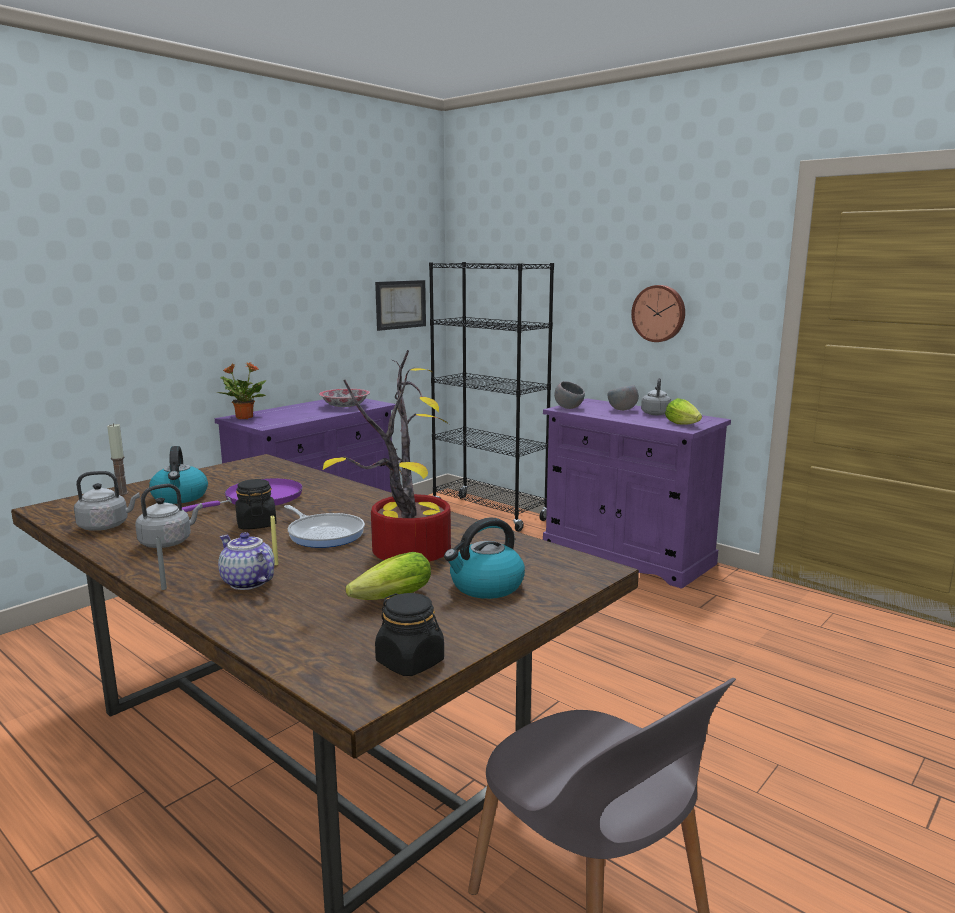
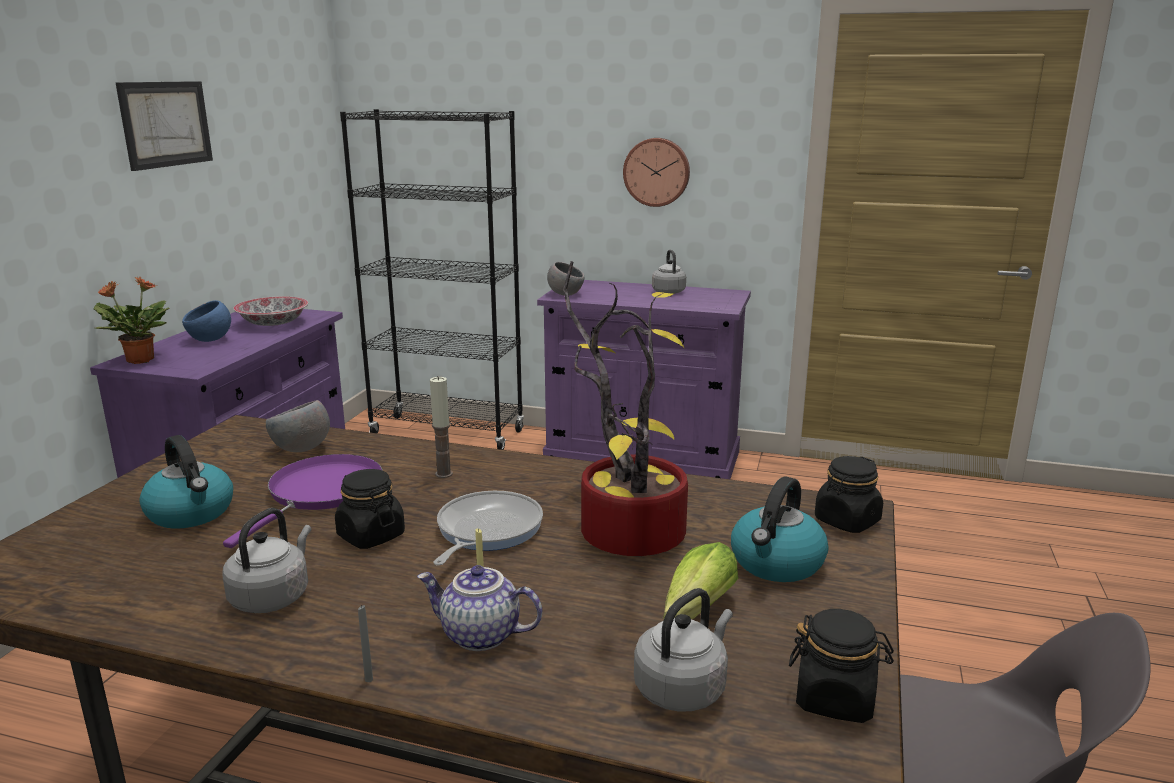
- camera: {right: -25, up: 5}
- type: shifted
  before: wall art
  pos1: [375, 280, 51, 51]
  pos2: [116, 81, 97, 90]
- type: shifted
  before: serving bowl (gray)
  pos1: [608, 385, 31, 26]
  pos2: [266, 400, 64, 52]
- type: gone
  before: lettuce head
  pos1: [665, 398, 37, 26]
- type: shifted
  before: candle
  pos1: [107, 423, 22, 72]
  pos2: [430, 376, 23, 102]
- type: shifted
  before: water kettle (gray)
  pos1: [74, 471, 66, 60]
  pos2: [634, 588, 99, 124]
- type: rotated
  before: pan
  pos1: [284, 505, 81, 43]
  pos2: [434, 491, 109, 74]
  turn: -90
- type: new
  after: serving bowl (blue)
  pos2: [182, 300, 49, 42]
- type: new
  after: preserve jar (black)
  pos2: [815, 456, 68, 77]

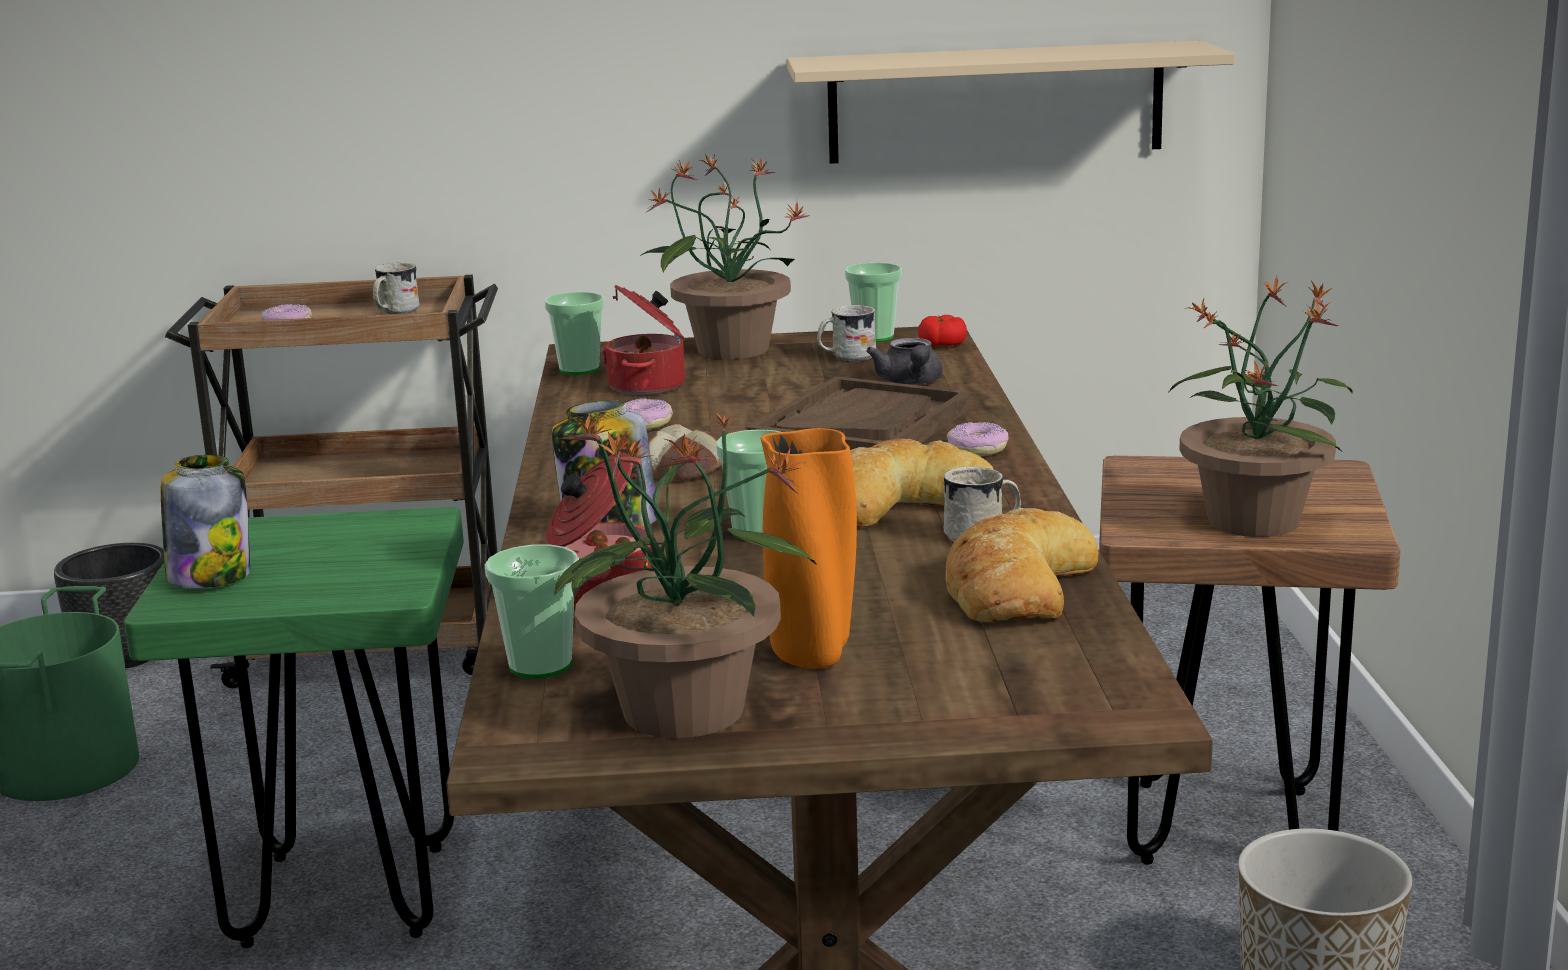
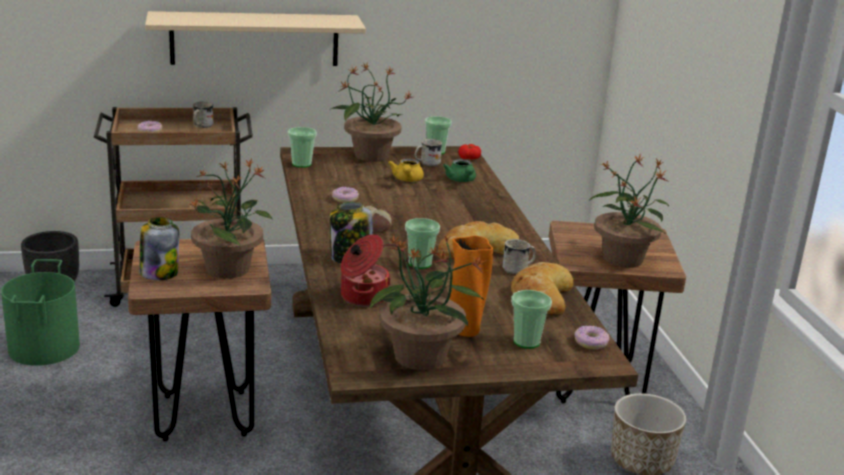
- camera: {right: -10, up: 5}
- type: shifted
  before: shelf (beige)
  pos1: [787, 41, 448, 123]
  pos2: [145, 11, 221, 55]
- type: gone
  before: saucepot
  pos1: [602, 285, 83, 110]
- type: repainted
  before: tea pot (gray)
  after: tea pot (greenish)
  pos1: [866, 338, 76, 47]
  pos2: [443, 159, 33, 23]
- type: gone
  before: tray (brown)
  pos1: [747, 376, 223, 74]
- type: shifted
  before: ring doughnut
  pos1: [947, 422, 62, 34]
  pos2: [574, 326, 35, 24]
- type: repainted
  before: sitting stool (greenish)
  after: sitting stool (brown)
  pos1: [124, 507, 340, 441]
  pos2: [128, 239, 143, 202]
- type: shifted
  before: small cup
  pos1: [485, 545, 94, 134]
  pos2: [511, 290, 41, 59]
- type: new
  after: tea pot (yellow-coloured)
  pos2: [388, 158, 36, 24]
- type: new
  after: houseplant
  pos2: [188, 159, 85, 119]

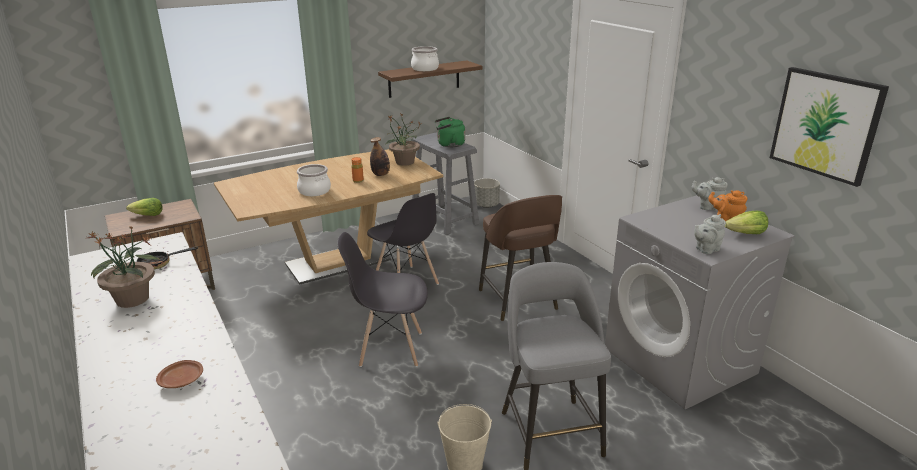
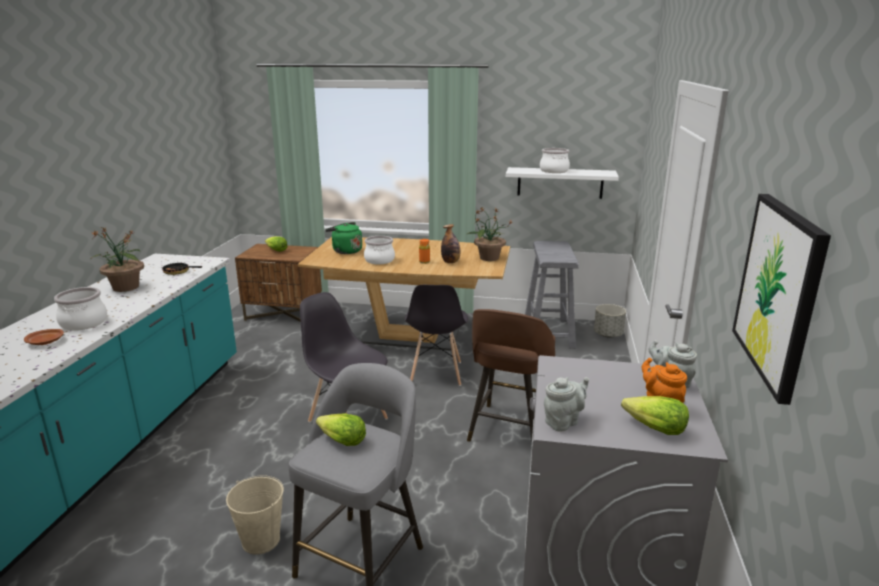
- camera: {right: 40, up: -5}
- type: repainted
  before: shelf (brown)
  after: shelf (whitish)
  pos1: [378, 60, 104, 38]
  pos2: [506, 167, 113, 32]
- type: shifted
  before: water kettle (greenish)
  pos1: [435, 117, 30, 30]
  pos2: [325, 222, 37, 32]
- type: rotated
  before: tea pot (gray)
  pos1: [694, 214, 32, 40]
  pos2: [544, 377, 45, 54]
  turn: 135
- type: new
  after: saucepot
  pos2: [54, 287, 53, 44]
- type: new
  after: lettuce head
  pos2: [316, 413, 50, 33]

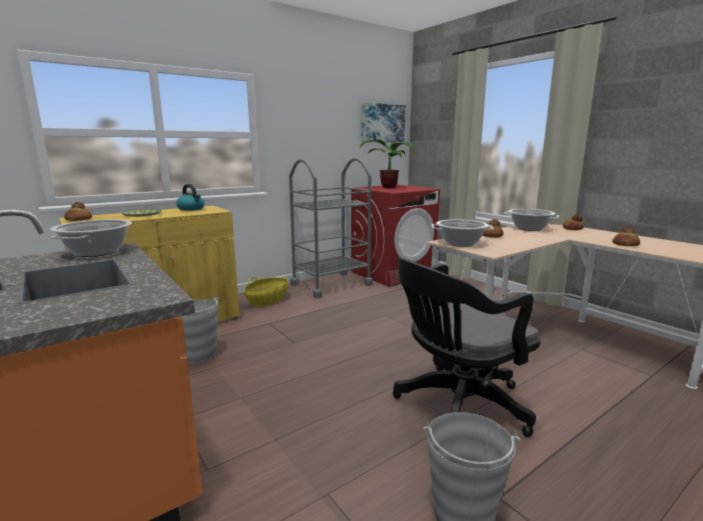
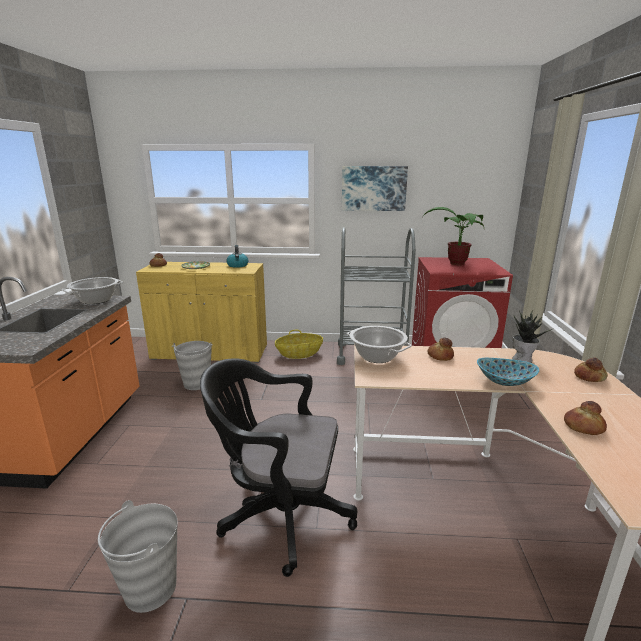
- camera: {right: 40, up: 5}
- type: shifted
  before: wall art
  pos1: [361, 102, 45, 41]
  pos2: [342, 166, 66, 45]
- type: swapped
  before: saucepot
  after: houseplant
  pos1: [504, 209, 55, 22]
  pos2: [512, 311, 40, 52]
- type: new
  after: serving bowl
  pos2: [477, 358, 62, 28]

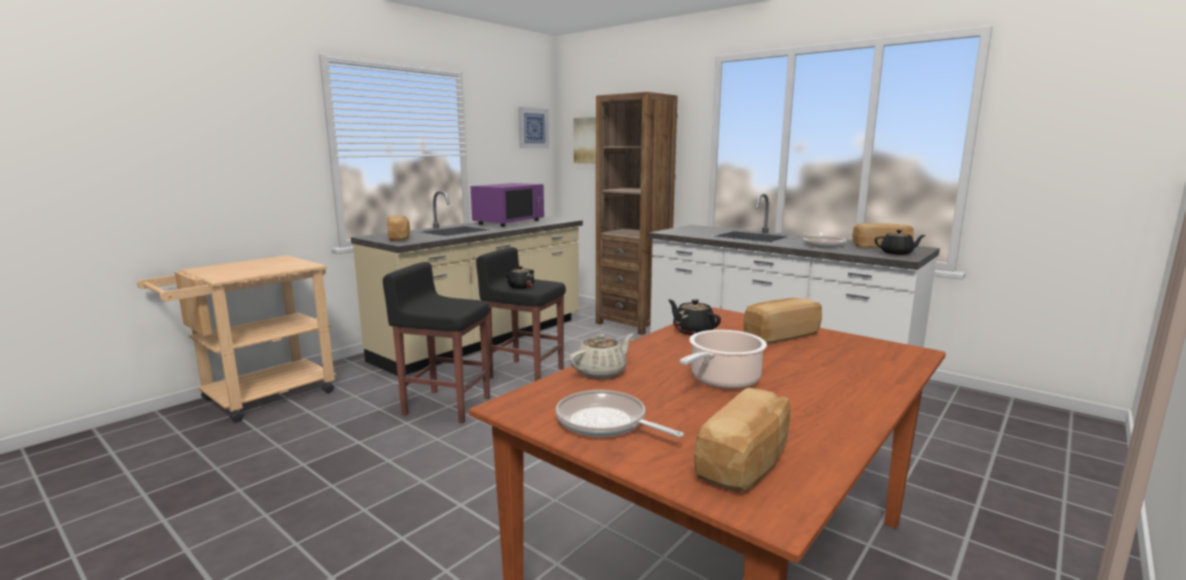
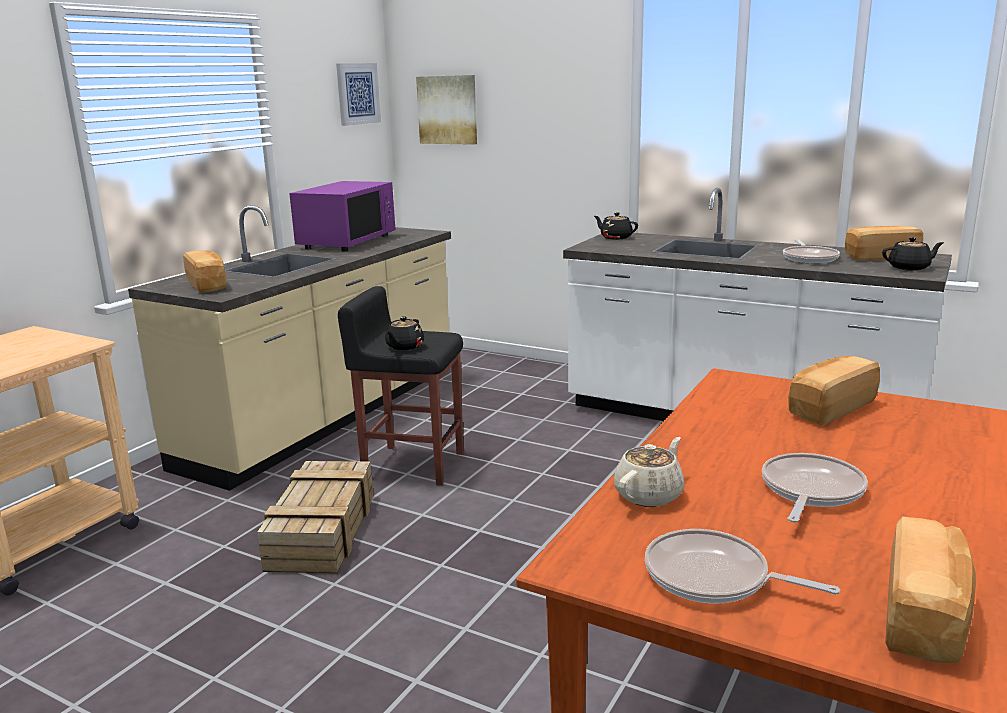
- camera: {right: -10, up: 5}
- type: gone
  before: bookcase (brown)
  pos1: [596, 92, 82, 243]
- type: swapped
  before: sitting stool (black)
  after: shipping crate
  pos1: [383, 262, 107, 161]
  pos2: [257, 461, 116, 113]
- type: shifted
  before: tea pot (black)
  pos1: [668, 299, 53, 36]
  pos2: [594, 213, 44, 26]
- type: swapped
  before: saucepot
  after: pan
  pos1: [680, 330, 87, 59]
  pos2: [762, 453, 106, 70]

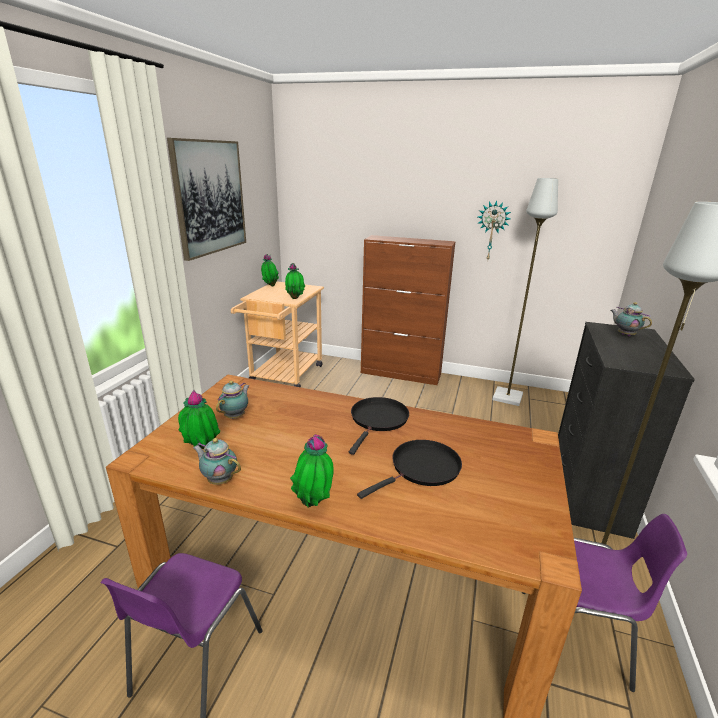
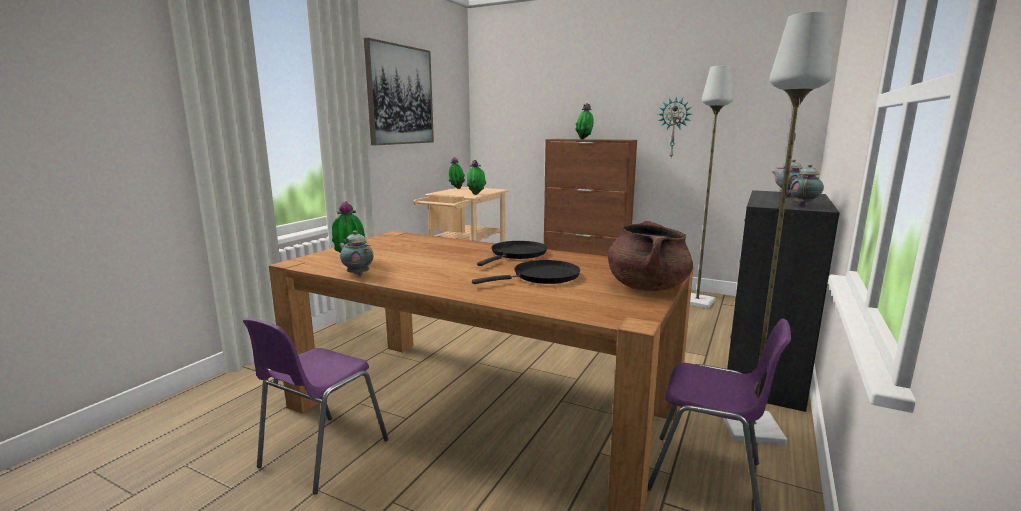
- camera: {right: 10, up: -10}
- type: shifted
  before: tea pot
  pos1: [216, 381, 34, 38]
  pos2: [790, 164, 34, 42]
- type: shifted
  before: houseplant
  pos1: [290, 434, 44, 74]
  pos2: [575, 103, 19, 36]
- type: new
  after: saucepot (brown)
  pos2: [608, 221, 85, 70]

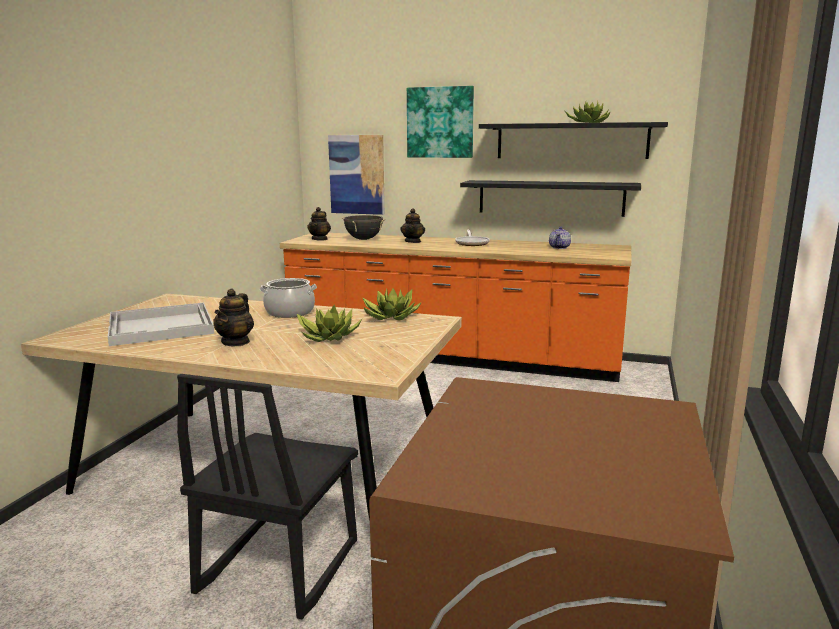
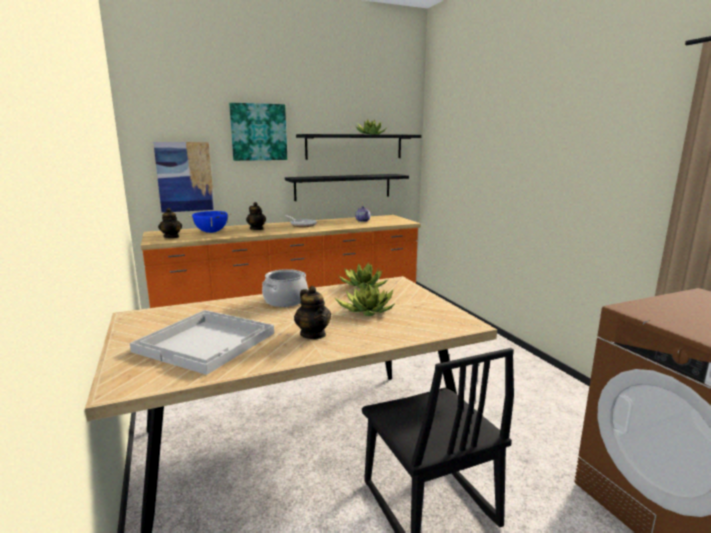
- camera: {right: -40, up: 0}
- type: repainted
  before: saucepot (black)
  after: saucepot (blue)
  pos1: [341, 215, 45, 25]
  pos2: [188, 211, 44, 22]

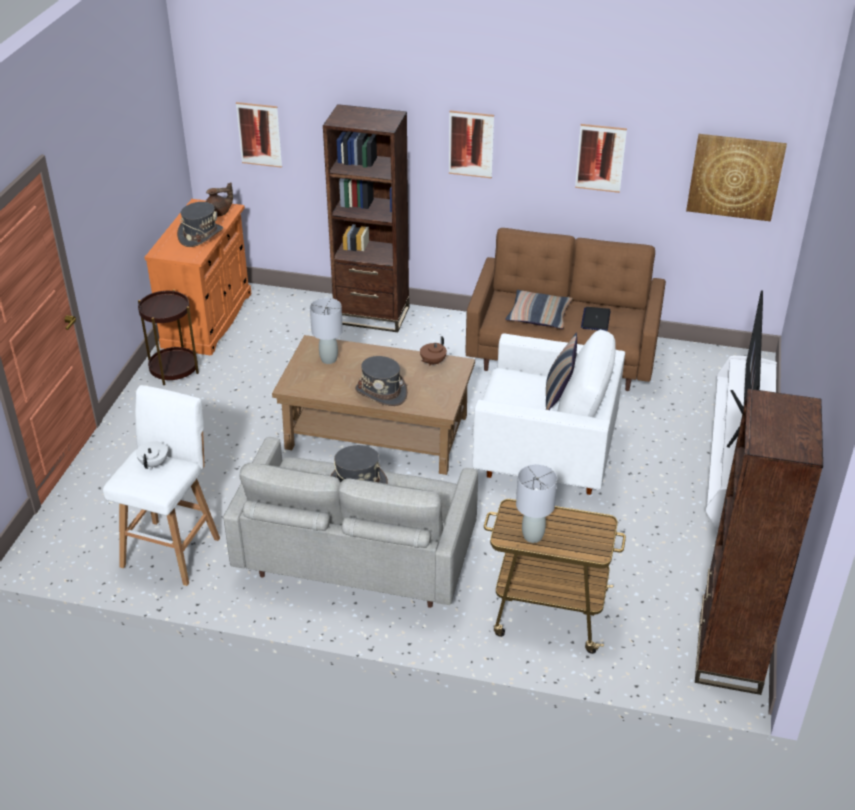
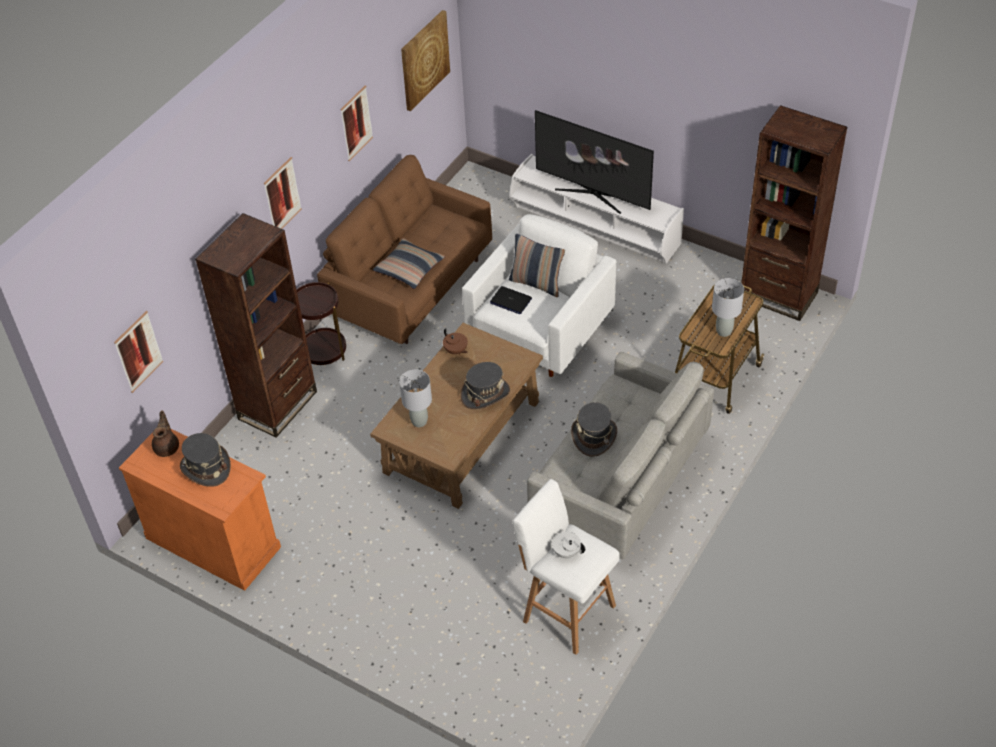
- camera: {right: -70, up: 10}
- type: shifted
  before: side table (brown)
  pos1: [138, 289, 61, 96]
  pos2: [296, 282, 50, 83]
- type: shifted
  before: portable computer
  pos1: [581, 307, 30, 24]
  pos2: [490, 286, 42, 28]

